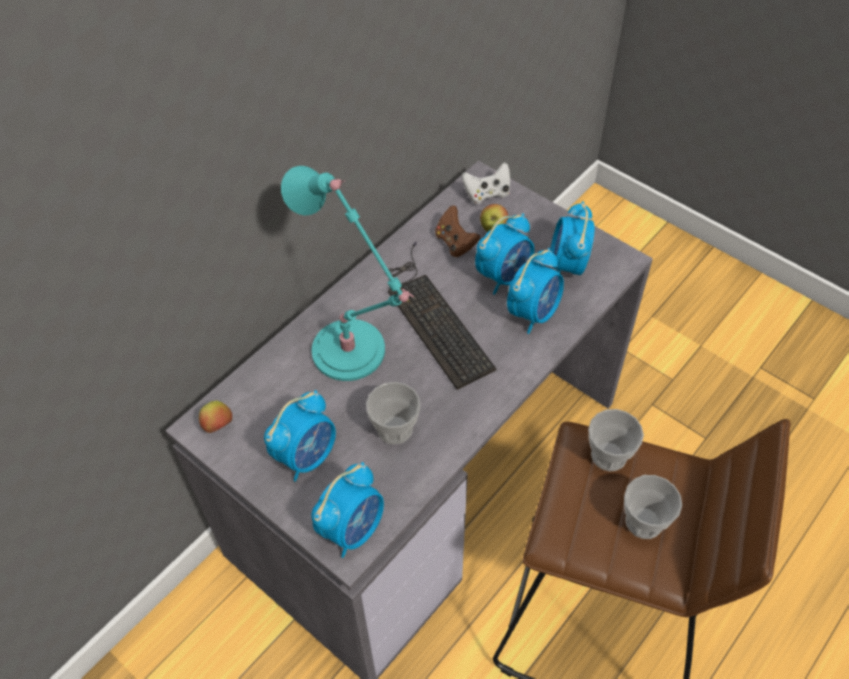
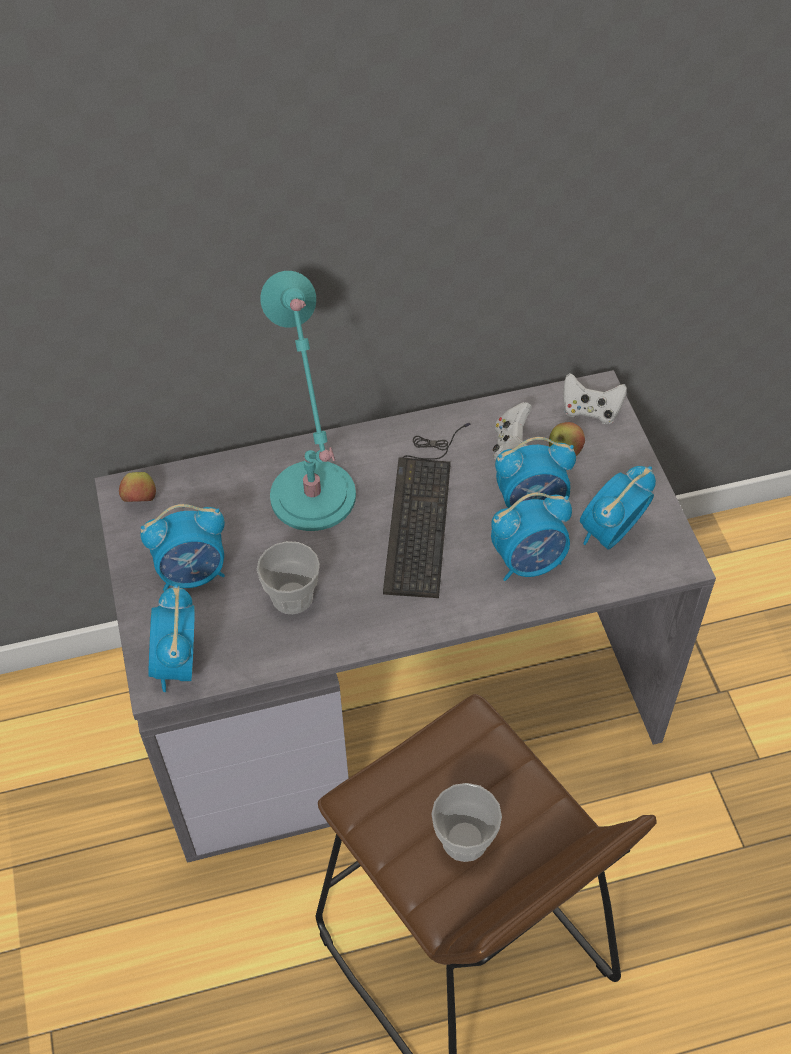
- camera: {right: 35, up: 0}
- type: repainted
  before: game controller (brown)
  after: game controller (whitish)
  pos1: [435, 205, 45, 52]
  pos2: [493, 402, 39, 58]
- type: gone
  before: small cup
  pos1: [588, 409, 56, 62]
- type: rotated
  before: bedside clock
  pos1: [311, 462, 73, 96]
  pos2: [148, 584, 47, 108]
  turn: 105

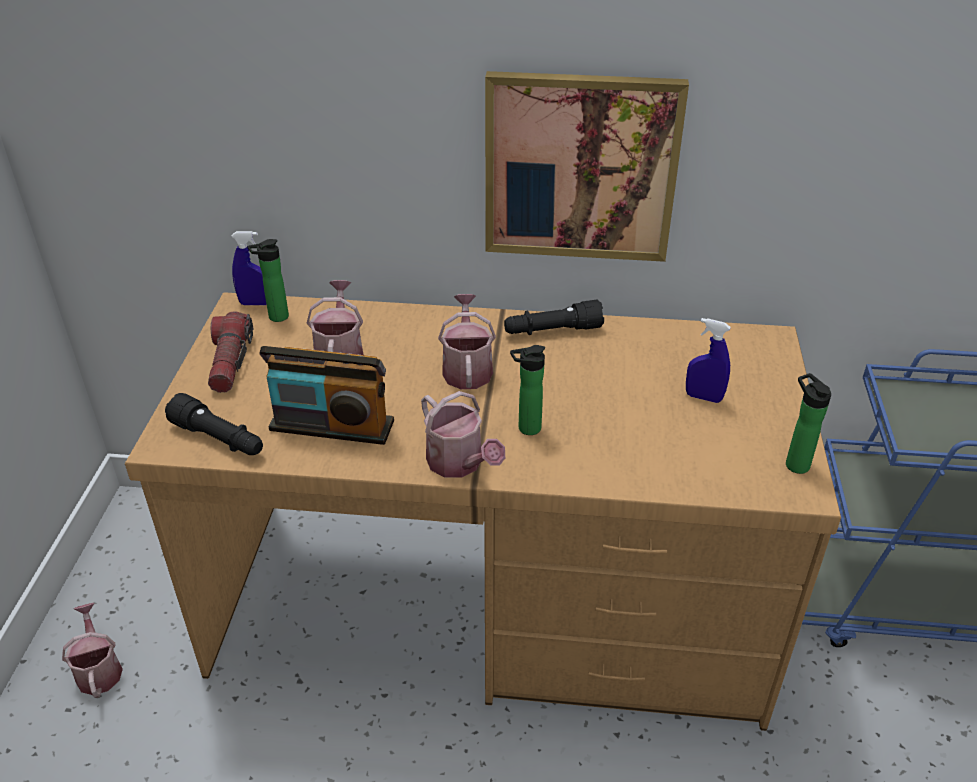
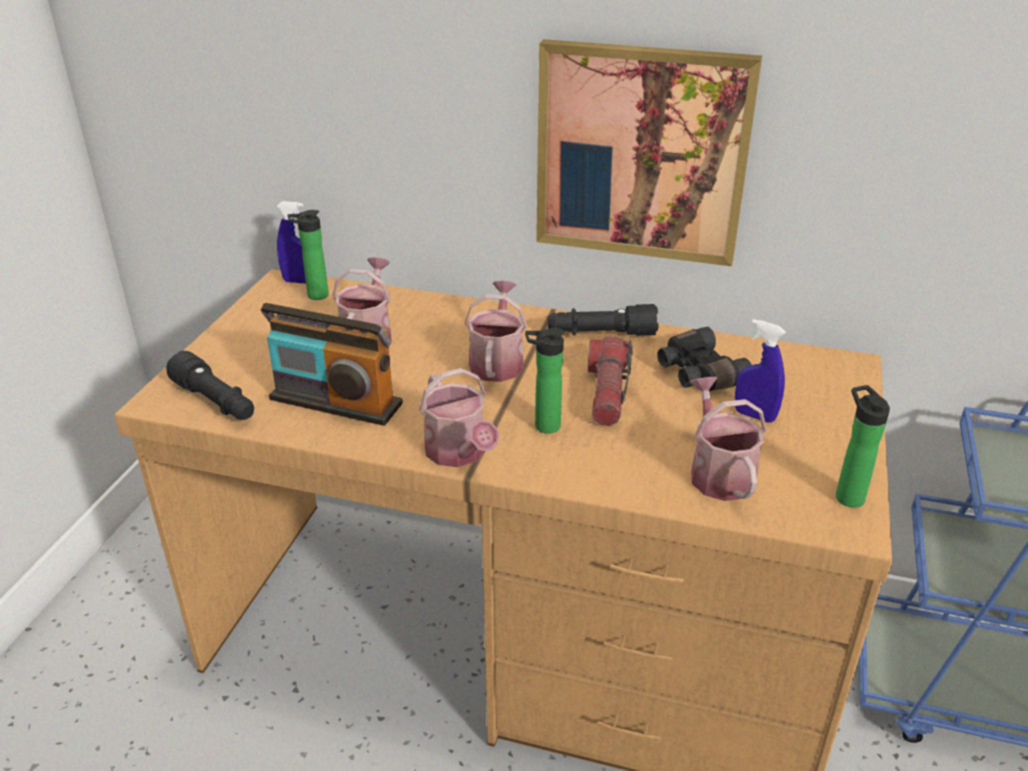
- camera: {right: 10, up: -5}
- type: shifted
  before: flashlight
  pos1: [208, 311, 46, 82]
  pos2: [588, 336, 45, 90]
- type: shifted
  before: sprinkling can
  pos1: [62, 603, 61, 95]
  pos2: [690, 377, 76, 124]
- type: new
  after: field glasses (black)
  pos2: [657, 327, 95, 64]

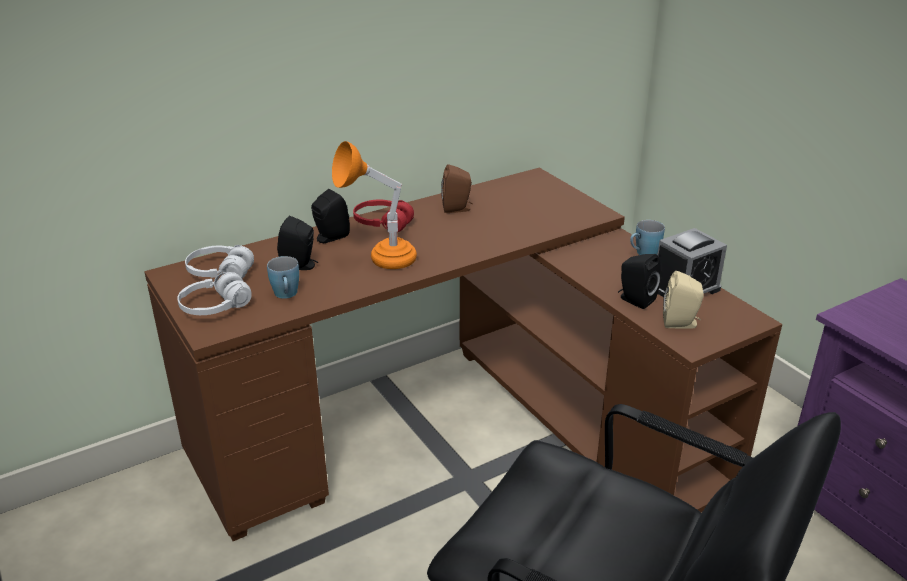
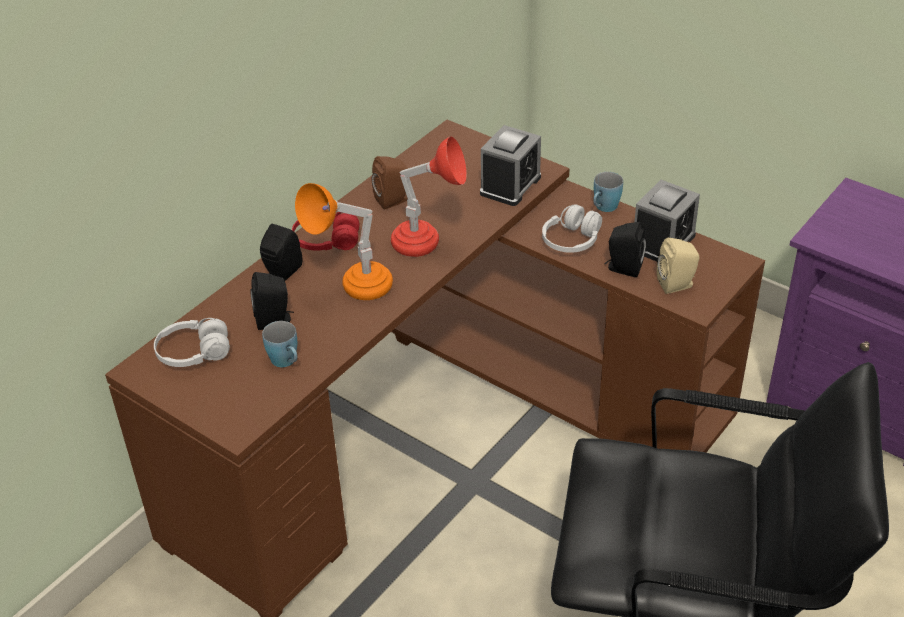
- camera: {right: -20, up: 10}
- type: shifted
  before: pair of headphones (whitish)
  pos1: [177, 272, 75, 43]
  pos2: [542, 204, 60, 49]
- type: new
  after: bedside clock
  pos2: [480, 125, 61, 81]
- type: new
  after: table lamp (red)
  pos2: [391, 137, 76, 120]

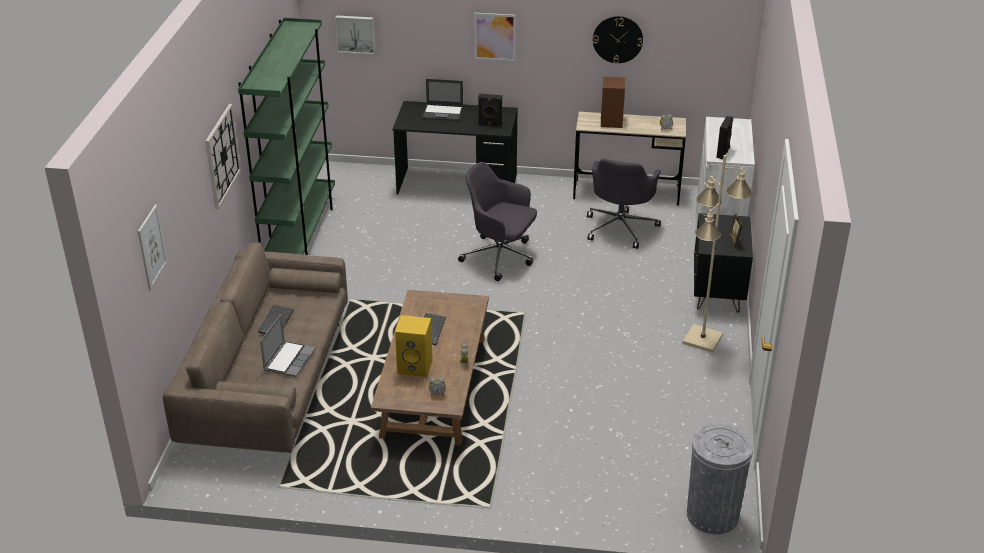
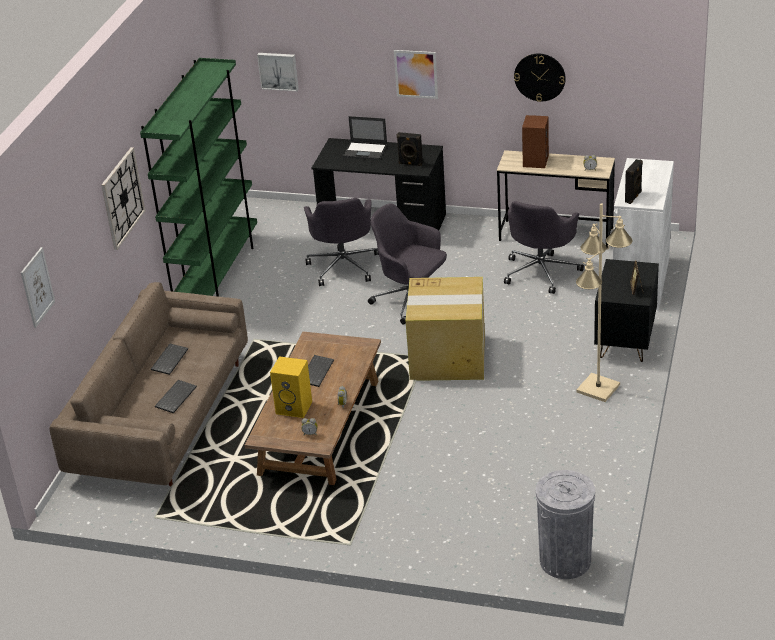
- camera: {right: 10, up: 0}
- type: swapped
  before: portable computer
  after: keyboard
  pos1: [260, 314, 56, 63]
  pos2: [155, 380, 42, 33]
- type: new
  after: desk chair (gray)
  pos2: [304, 198, 75, 88]
- type: new
  after: carton
  pos2: [406, 277, 79, 104]

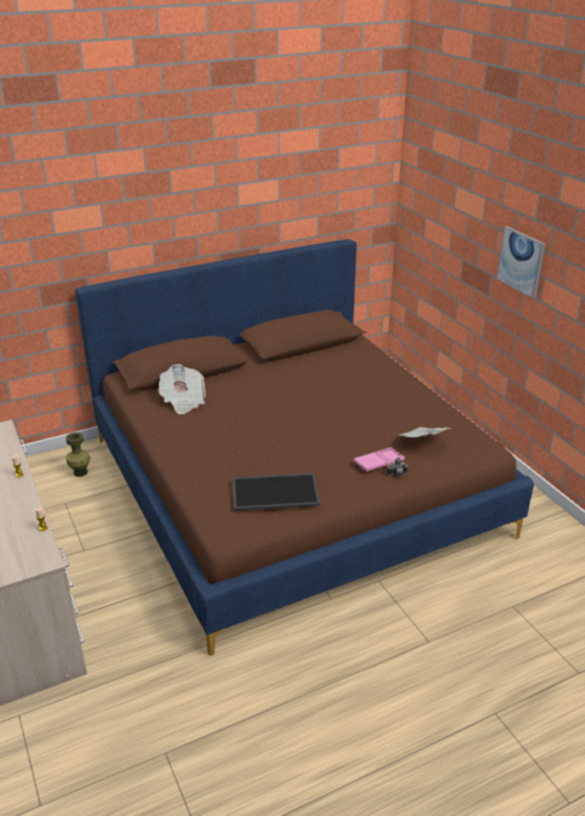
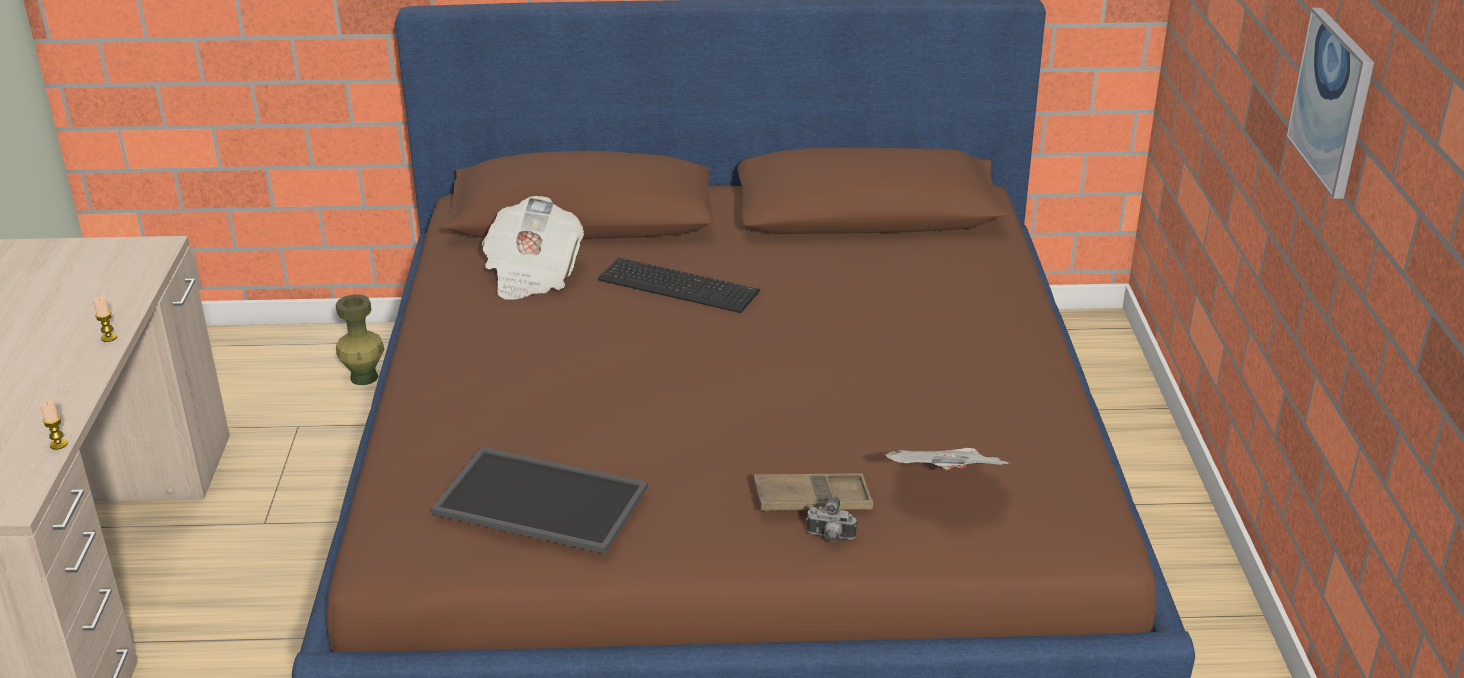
- camera: {right: 25, up: 0}
- type: repainted
  before: tray (pinkish)
  after: tray (brown)
  pos1: [354, 447, 51, 25]
  pos2: [753, 473, 121, 39]
- type: new
  after: keyboard
  pos2: [598, 257, 162, 56]

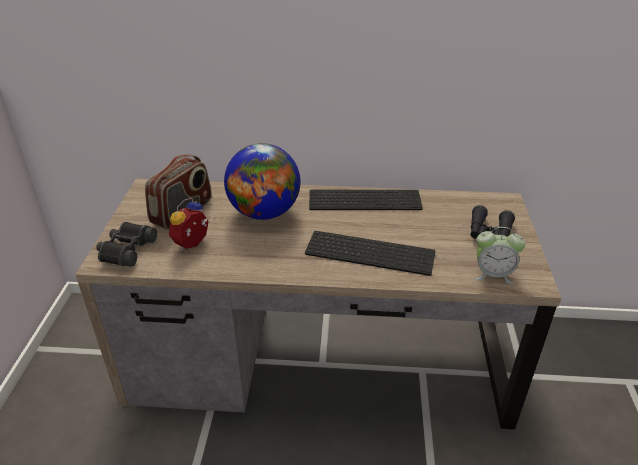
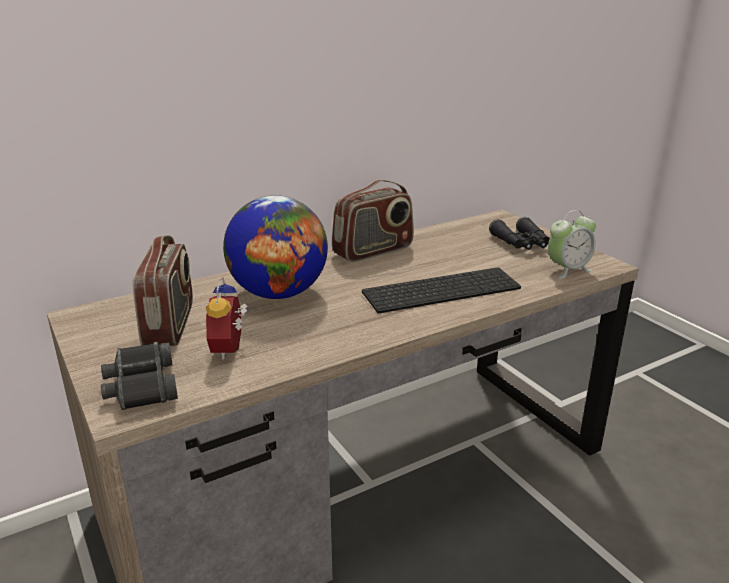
- camera: {right: -35, up: -10}
- type: swapped
  before: keyboard
  after: radio receiver
  pos1: [309, 190, 114, 20]
  pos2: [332, 180, 82, 82]

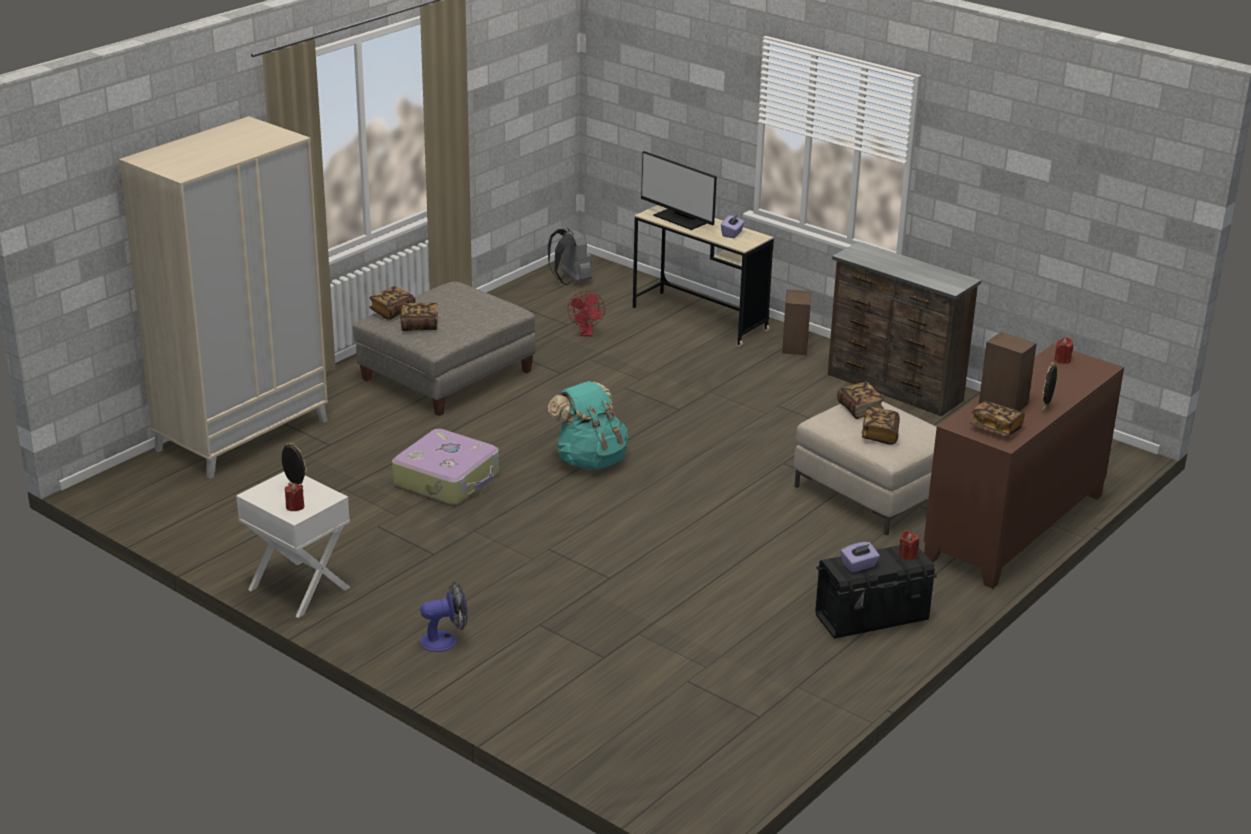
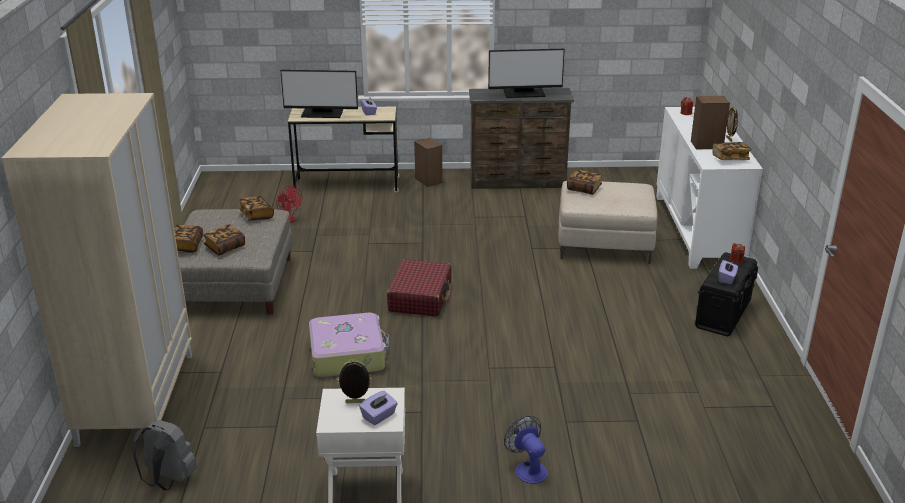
- camera: {right: -40, up: 0}
- type: shifted
  before: backpack (gray)
  pos1: [548, 228, 44, 57]
  pos2: [133, 420, 64, 70]
- type: repainted
  before: storage cabinet (brown)
  after: storage cabinet (whitish)
  pos1: [924, 344, 200, 245]
  pos2: [656, 107, 107, 162]
- type: swapped
  before: backpack (blue-green)
  after: piece of luggage (red)
  pos1: [548, 381, 80, 88]
  pos2: [387, 259, 64, 58]
- type: shifted
  before: bound book
  pos1: [861, 407, 39, 38]
  pos2: [239, 196, 35, 24]
- type: swapped
  before: candle (red)
  after: tissue holder (purple)
  pos1: [285, 483, 19, 28]
  pos2: [359, 391, 39, 34]
- type: rotated
  before: cooling fan
  pos1: [420, 582, 48, 70]
  pos2: [504, 416, 43, 68]
  turn: -60
- type: new
  after: computer display
  pos2: [488, 49, 77, 49]

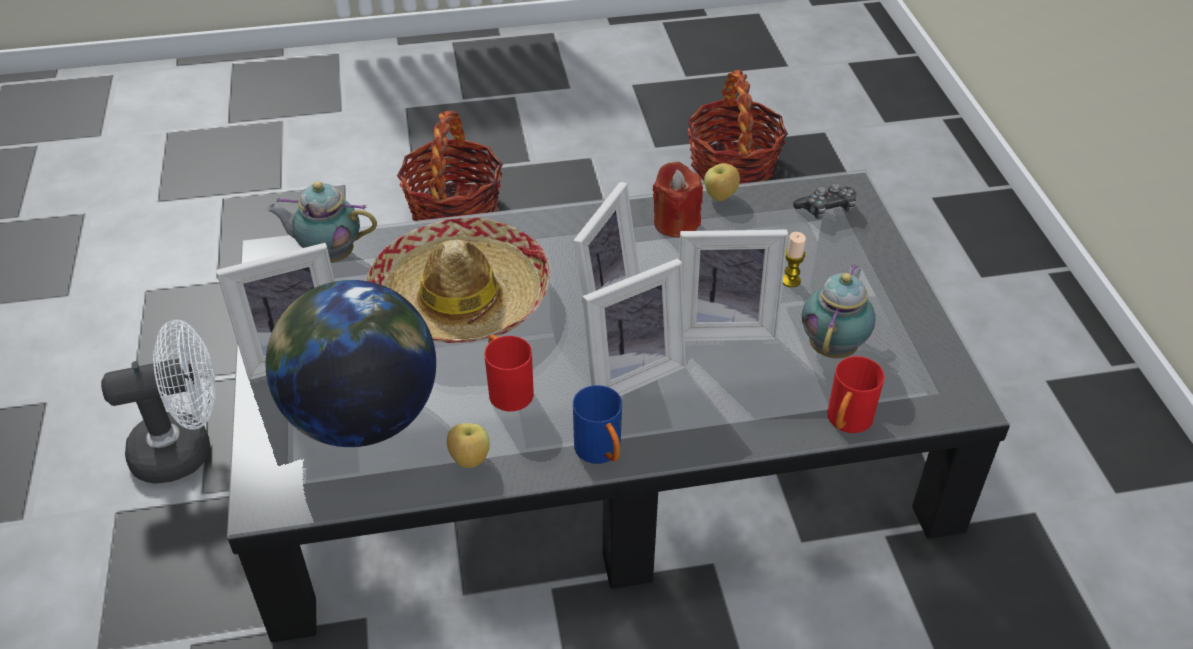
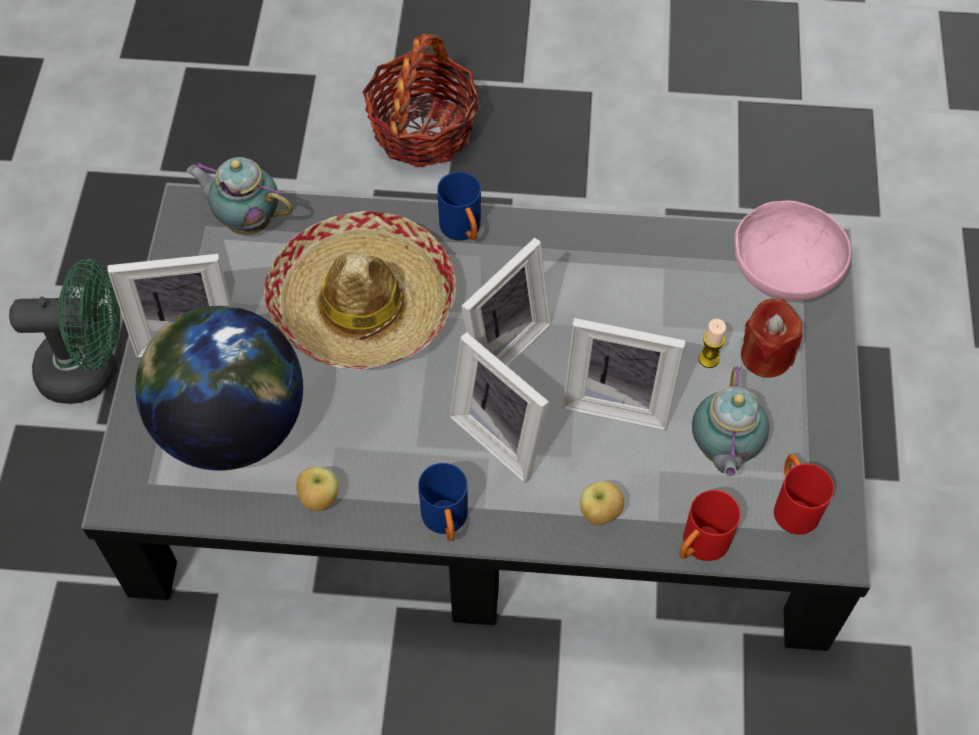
- camera: {right: 15, up: 15}
- type: gone
  before: basket
  pos1: [687, 69, 101, 115]
- type: shifted
  before: candle (red)
  pos1: [653, 162, 50, 76]
  pos2: [741, 299, 61, 79]
- type: shifted
  before: whole apple
  pos1: [704, 163, 36, 38]
  pos2: [580, 481, 44, 44]
- type: swapped
  before: game controller
  after: serving bowl (pinkish)
  pos1: [793, 183, 63, 36]
  pos2: [734, 200, 117, 101]
- type: rotated
  before: picture frame
  pos1: [582, 258, 104, 138]
  pos2: [449, 332, 100, 150]
  turn: 60
- type: rotated
  before: tea pot
  pos1: [802, 264, 74, 94]
  pos2: [692, 366, 77, 113]
  turn: 150
- type: repainted
  before: cooling fan (whitish)
  after: cooling fan (greenish)
  pos1: [101, 320, 115, 164]
  pos2: [9, 259, 111, 145]
- type: shifted
  before: coffee mug (red)
  pos1: [484, 335, 50, 76]
  pos2: [774, 454, 60, 81]
- type: new
  after: coffee mug (blue)
  pos2: [437, 172, 44, 68]

